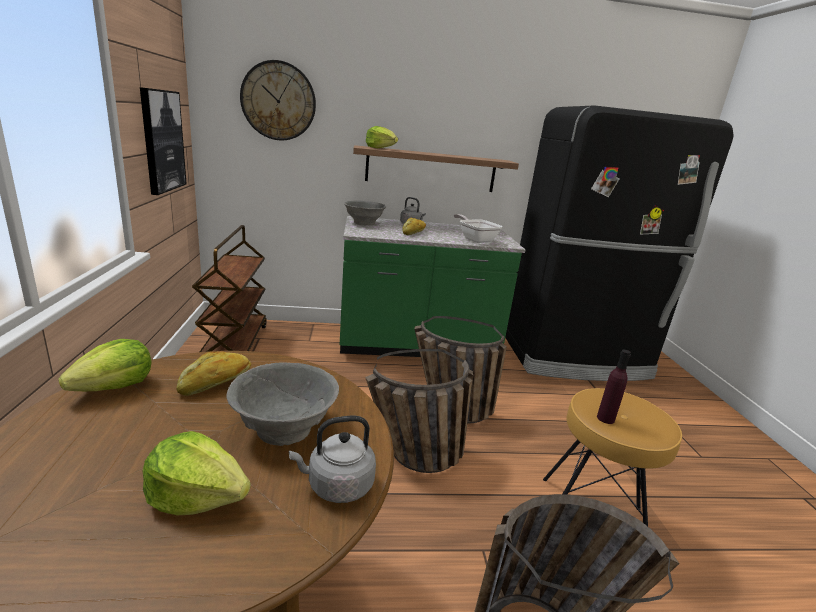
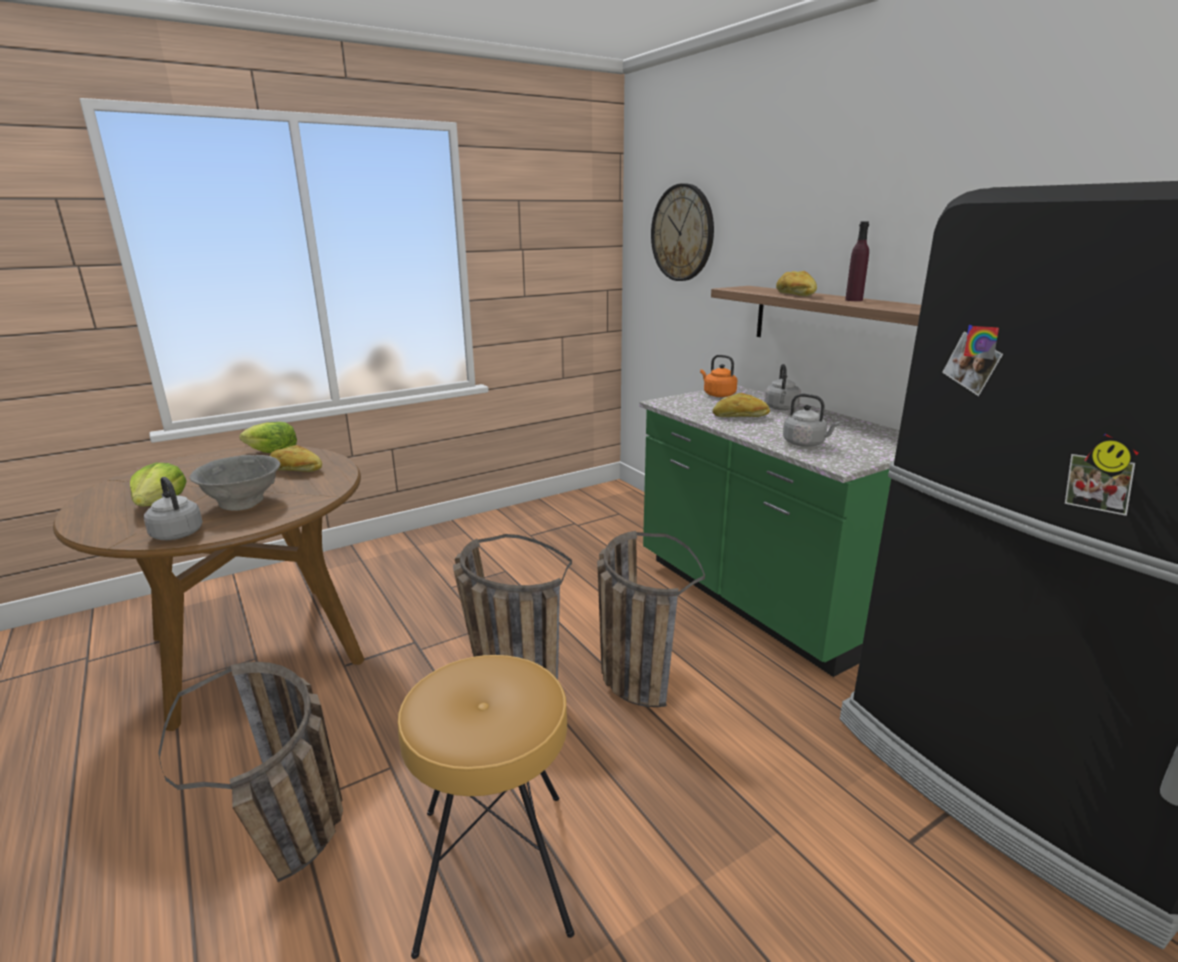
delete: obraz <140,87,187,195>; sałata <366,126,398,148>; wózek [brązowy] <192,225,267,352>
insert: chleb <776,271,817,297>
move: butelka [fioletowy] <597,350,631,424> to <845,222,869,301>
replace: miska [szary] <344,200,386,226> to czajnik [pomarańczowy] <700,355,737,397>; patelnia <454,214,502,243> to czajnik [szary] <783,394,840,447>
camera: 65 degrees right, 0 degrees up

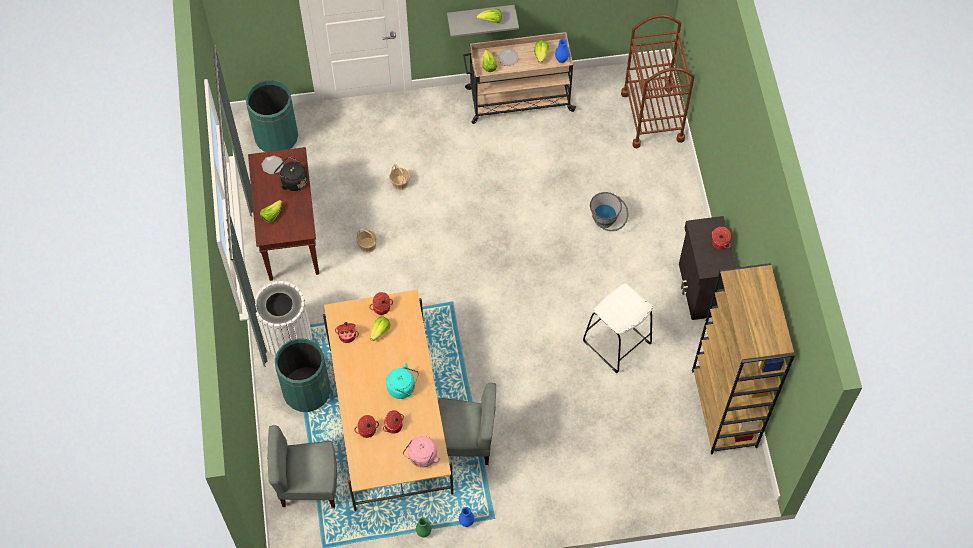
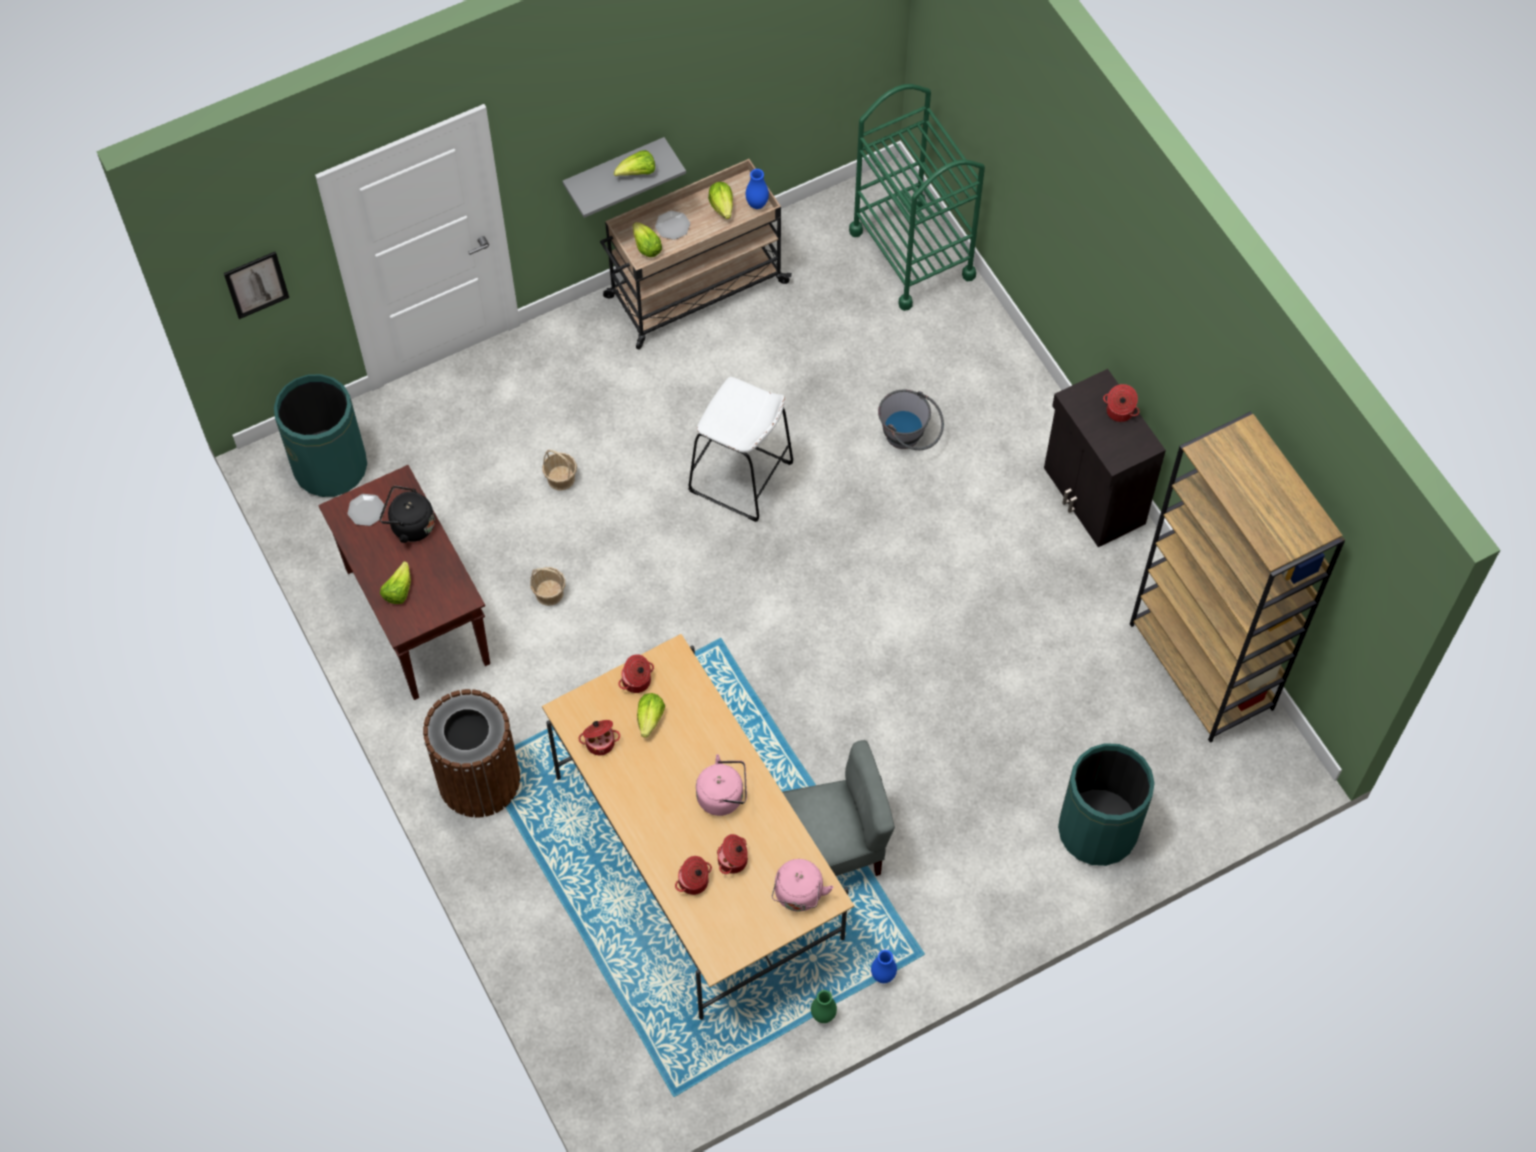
delete: krzesło [szary] <267,425,337,508>
insert: obraz <224,252,289,319>
move: stołek [biały] <583,283,653,373> to <689,377,793,522>; kosz na śmieci [zielony] <275,338,330,412> to <1058,743,1155,866>
recolor: wózek [brązowy] <621,14,695,148> to wózek [zielony] <849,84,985,311>; kosz na śmieci [biały] <255,281,312,356> to kosz na śmieci [brązowy] <423,689,520,818>; czajnik [turkusowy] <386,363,419,399> to czajnik [różowy] <696,754,747,816>
camera: 20 degrees left, 0 degrees up

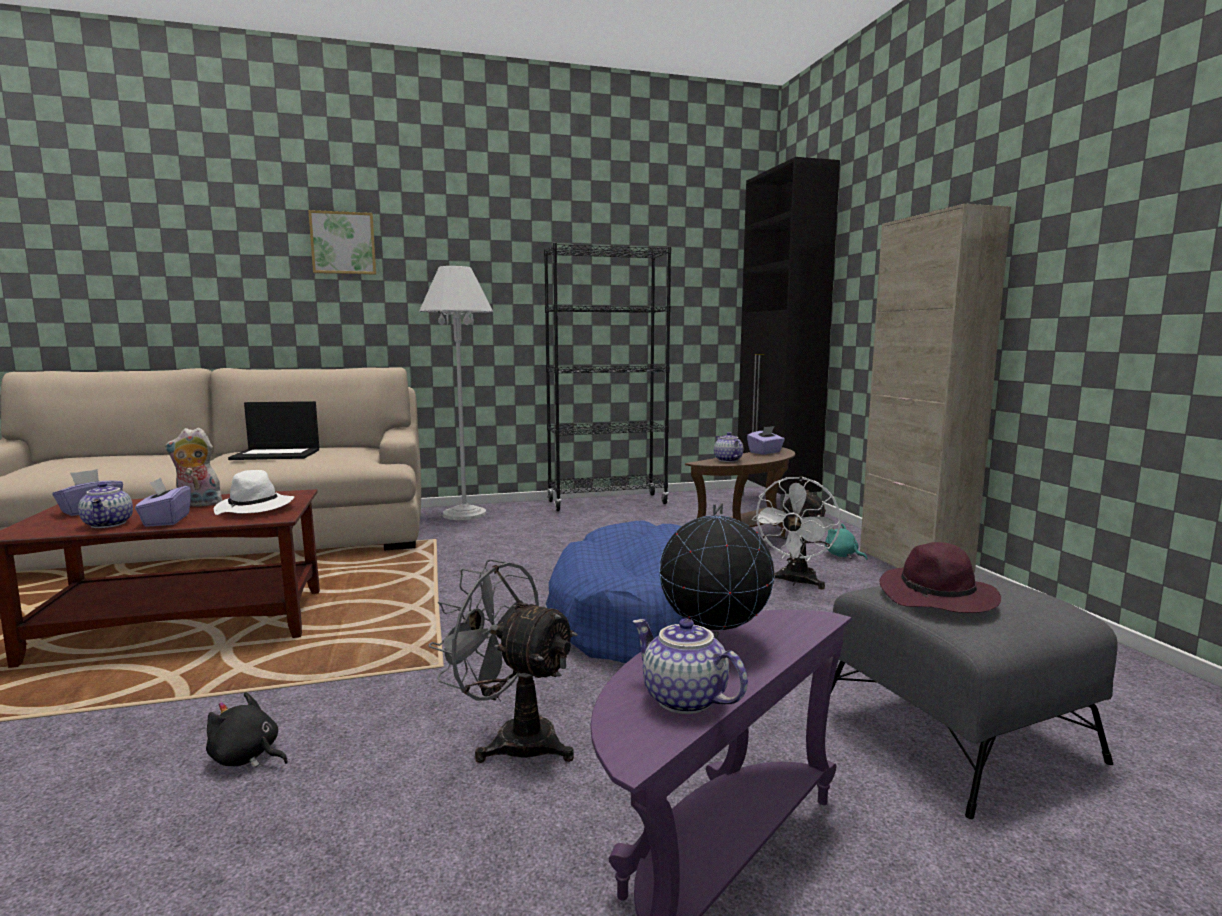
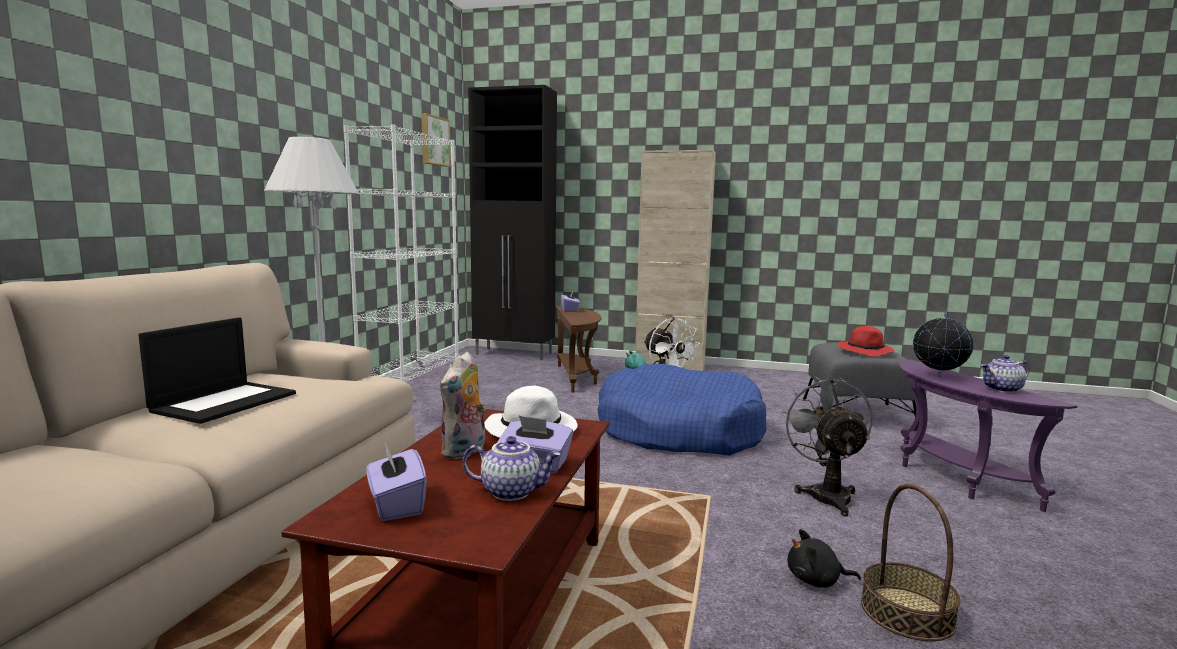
delete: imbryk <714,432,743,462>
insert: koszyk <861,484,960,642>
move: obraz <308,210,376,275> to <421,113,451,167>
recolor: regał [czarny] <544,243,672,511> to regał [biały] <344,125,459,382>; kapelusz [fioletowy] <879,542,1001,613> to kapelusz [czerwony] <838,326,895,357>
rotate: wentylator [szary] <429,559,577,763> = <781,376,873,516> 120 degrees clockwise; pluszak [czarny] <206,692,288,768> = <788,529,861,588> 45 degrees clockwise
camera: 60 degrees left, 0 degrees up

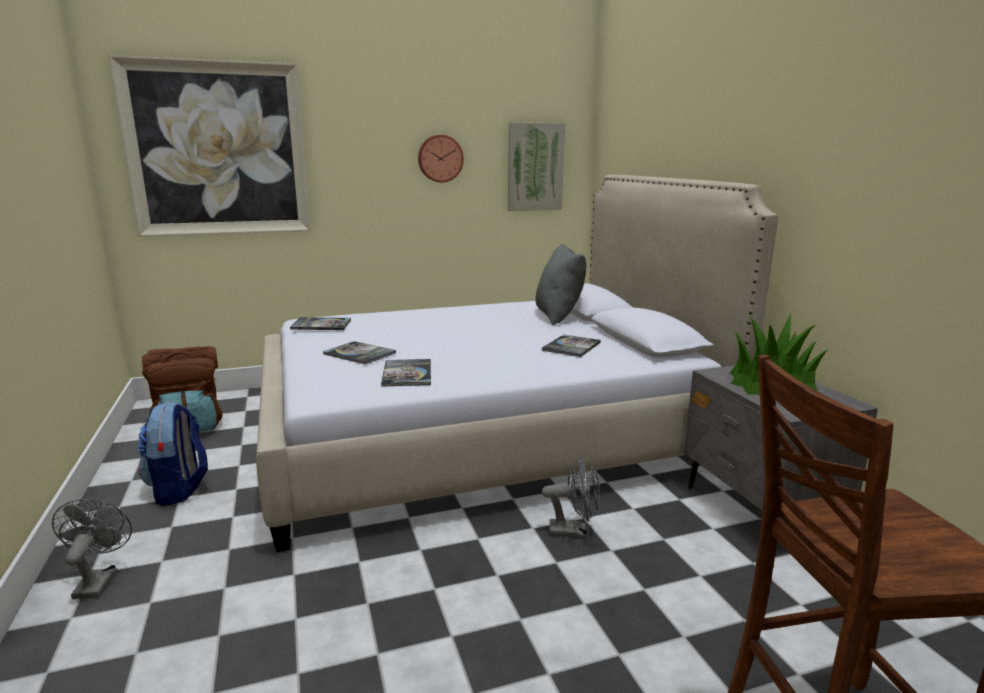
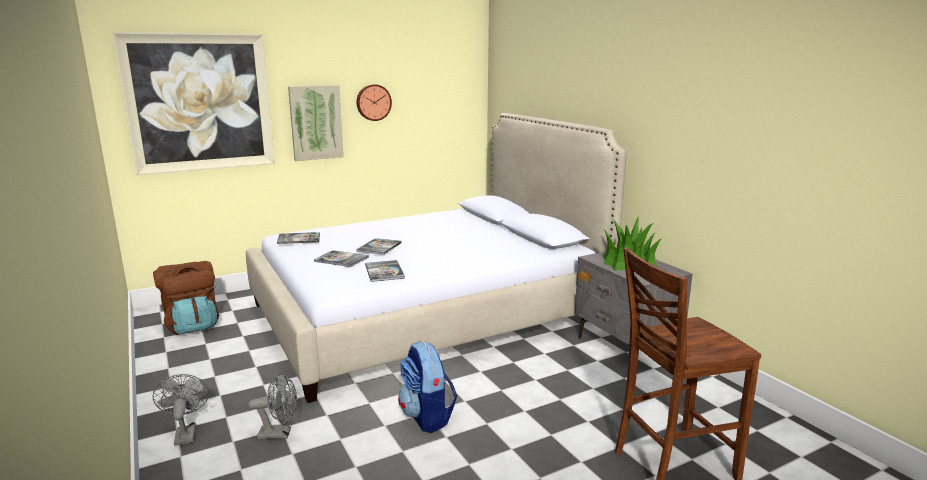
delete: poduszka [szary] <536,244,586,325>
move: obraz <508,122,565,211> to <288,85,344,161>; książka <542,334,601,357> to <356,238,402,255>; plecak <138,401,208,506> to <398,341,457,433>; wentylator [szary] <542,456,600,538> to <249,373,298,439>
camera: 10 degrees left, 0 degrees up

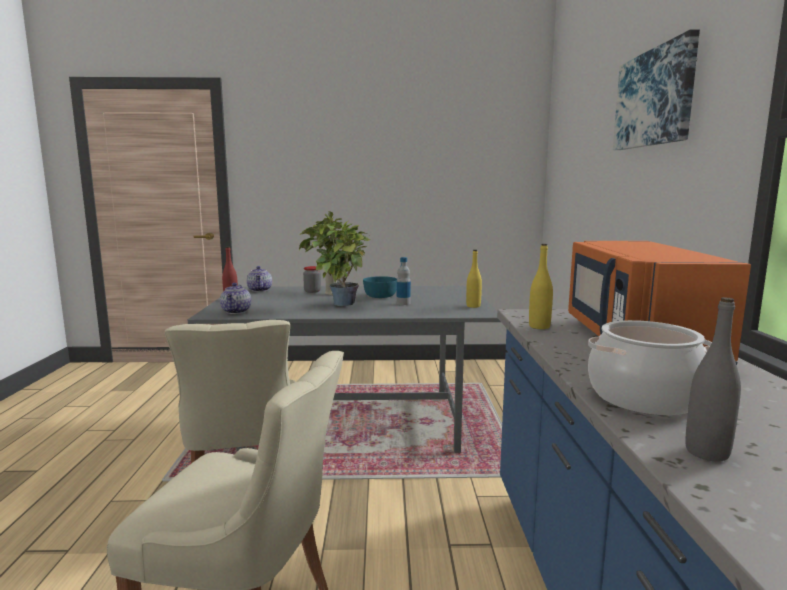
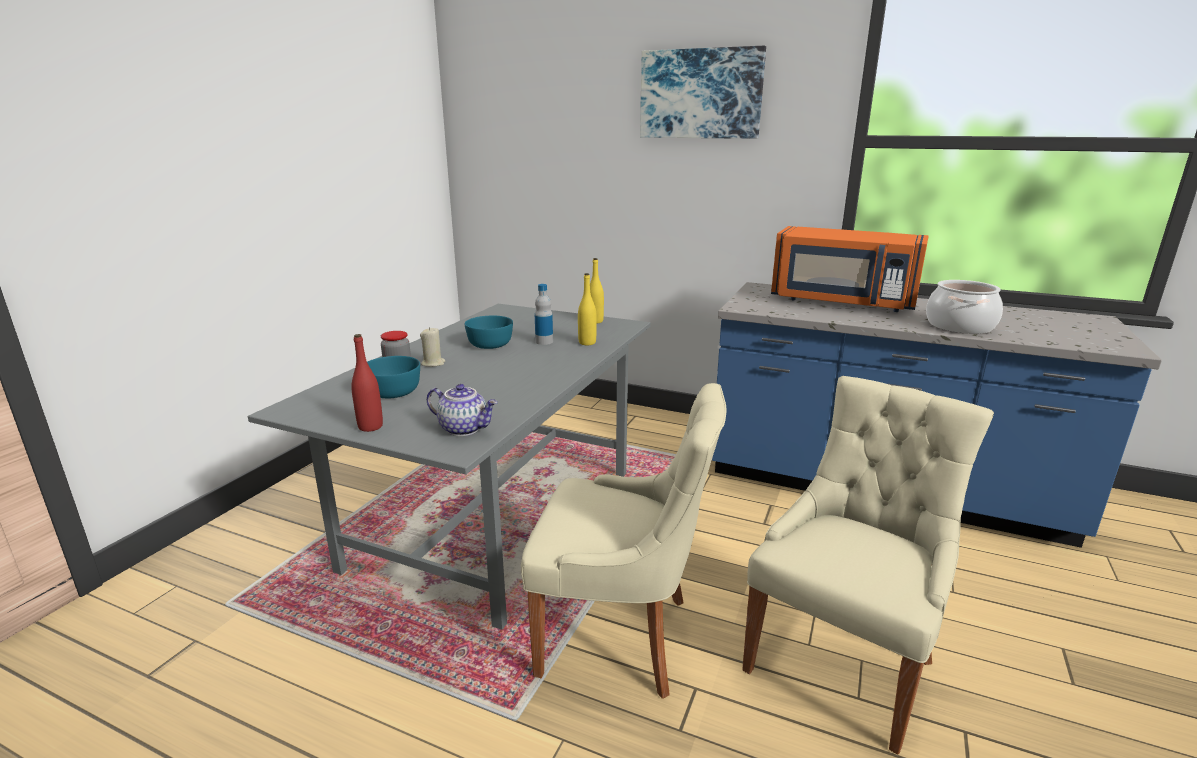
delete: roślina doniczkowa <299,211,370,306>; imbryk <247,266,272,292>; butelka [szary] <685,297,741,461>
insert: miska [turkusowy] <367,356,420,398>
move: butelka [żółty] <529,244,553,329> to <578,273,597,345>
camera: 65 degrees left, 10 degrees up

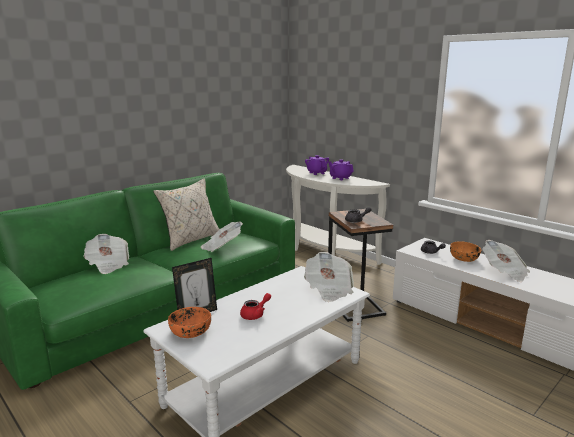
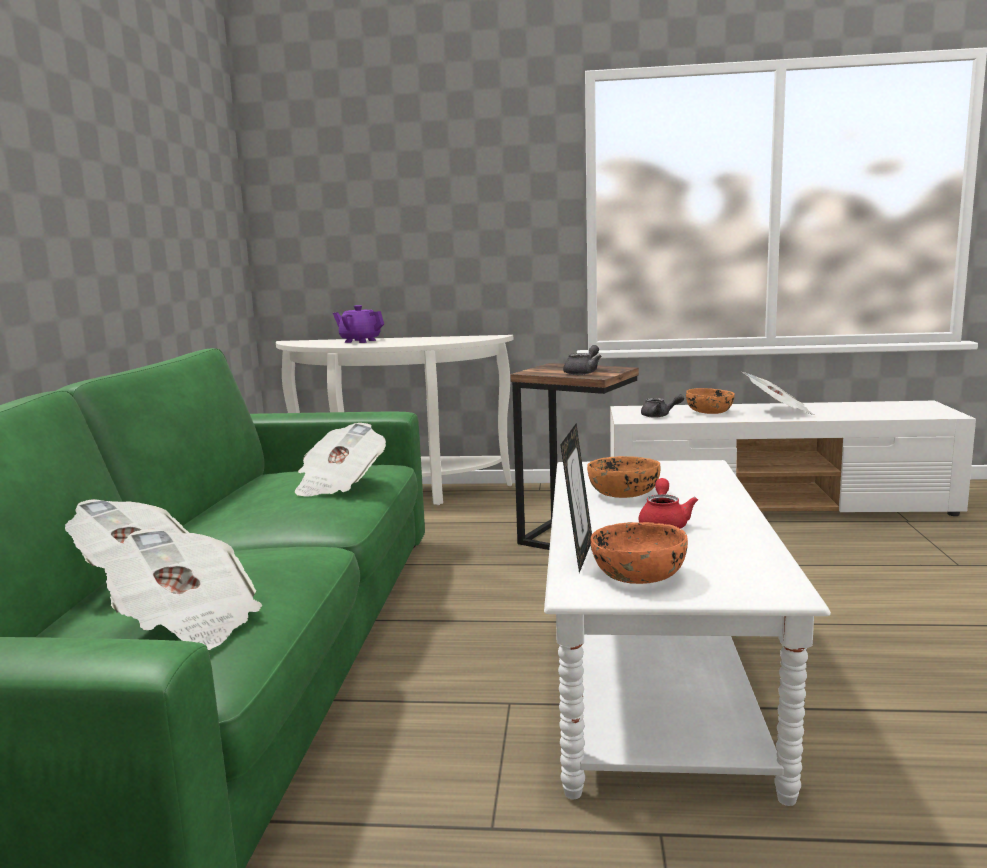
delete: imbryk [fioletowy] <328,159,354,180>; poduszka [beżowy] <153,178,219,251>
insert: miska [pomarańczowy] <587,456,660,498>
move: gazeta <304,252,354,302> to <103,528,262,650>
camera: 40 degrees left, 5 degrees down

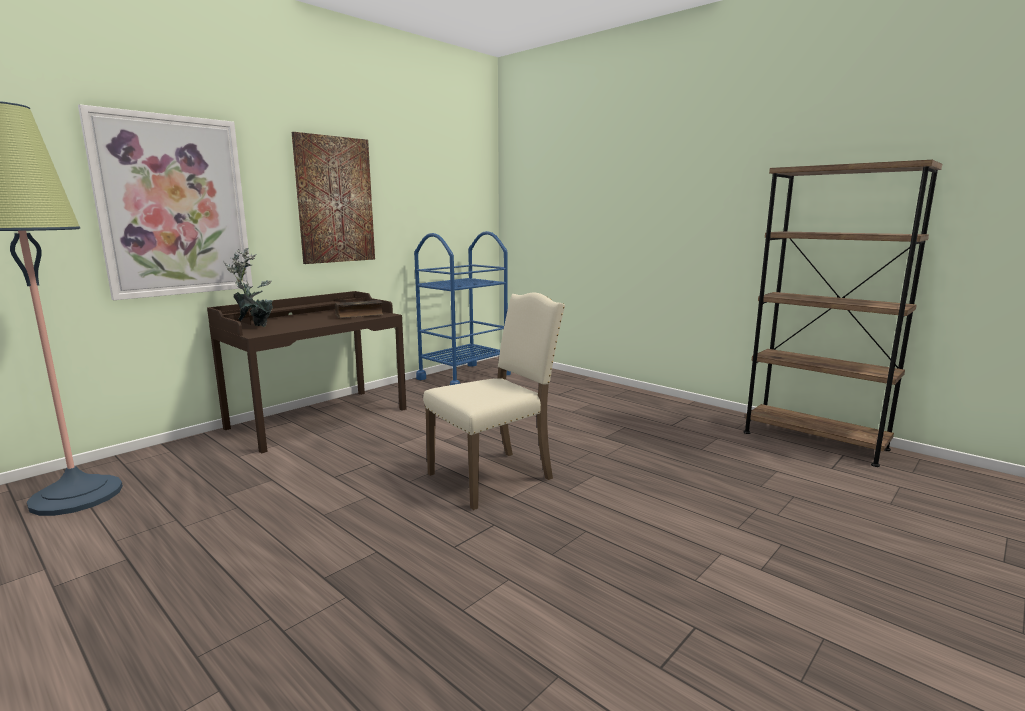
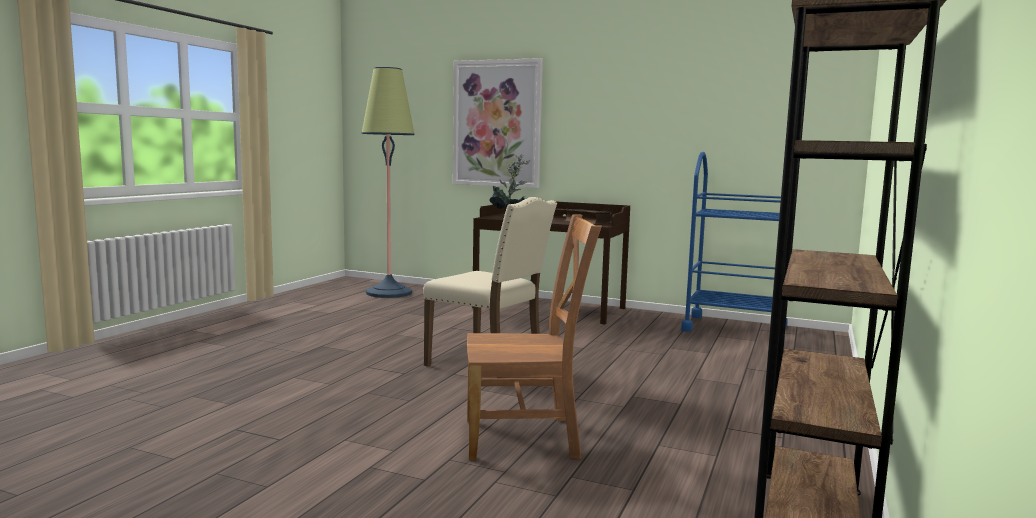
delete: obraz <292,132,375,264>
insert: krzesło [brązowy] <467,214,602,460>
camera: 70 degrees right, 5 degrees down

